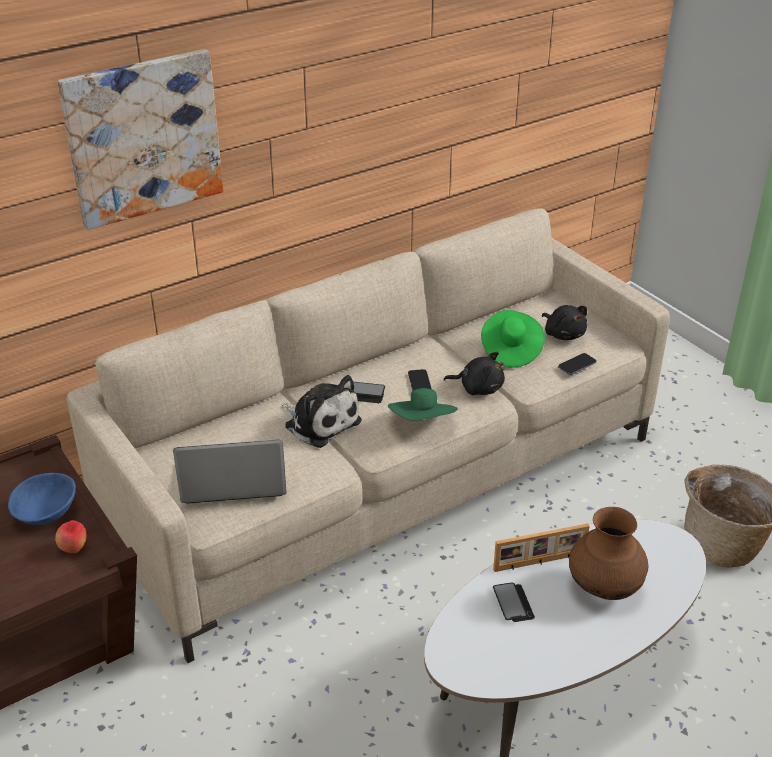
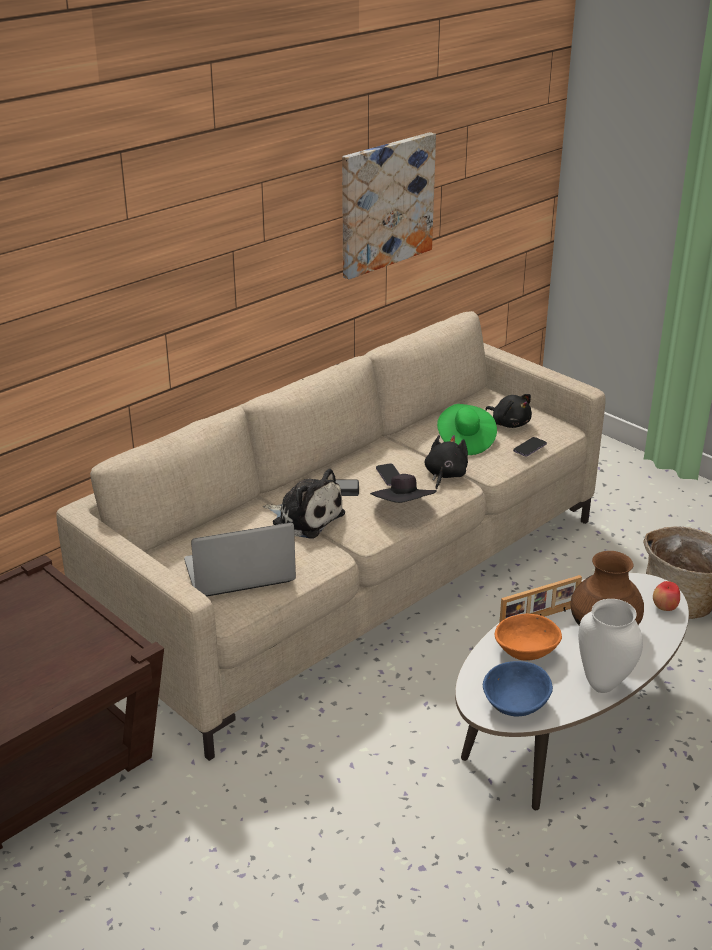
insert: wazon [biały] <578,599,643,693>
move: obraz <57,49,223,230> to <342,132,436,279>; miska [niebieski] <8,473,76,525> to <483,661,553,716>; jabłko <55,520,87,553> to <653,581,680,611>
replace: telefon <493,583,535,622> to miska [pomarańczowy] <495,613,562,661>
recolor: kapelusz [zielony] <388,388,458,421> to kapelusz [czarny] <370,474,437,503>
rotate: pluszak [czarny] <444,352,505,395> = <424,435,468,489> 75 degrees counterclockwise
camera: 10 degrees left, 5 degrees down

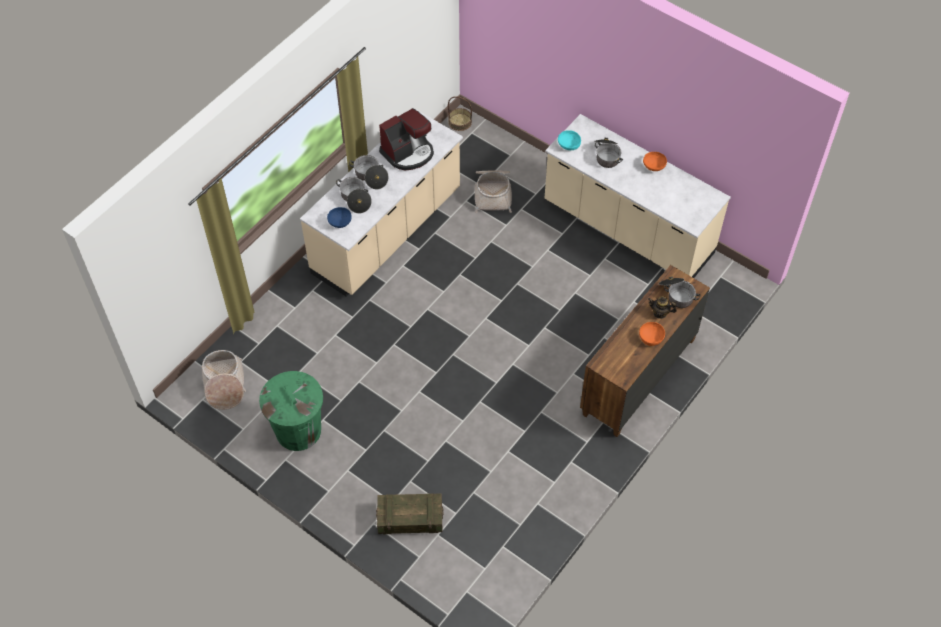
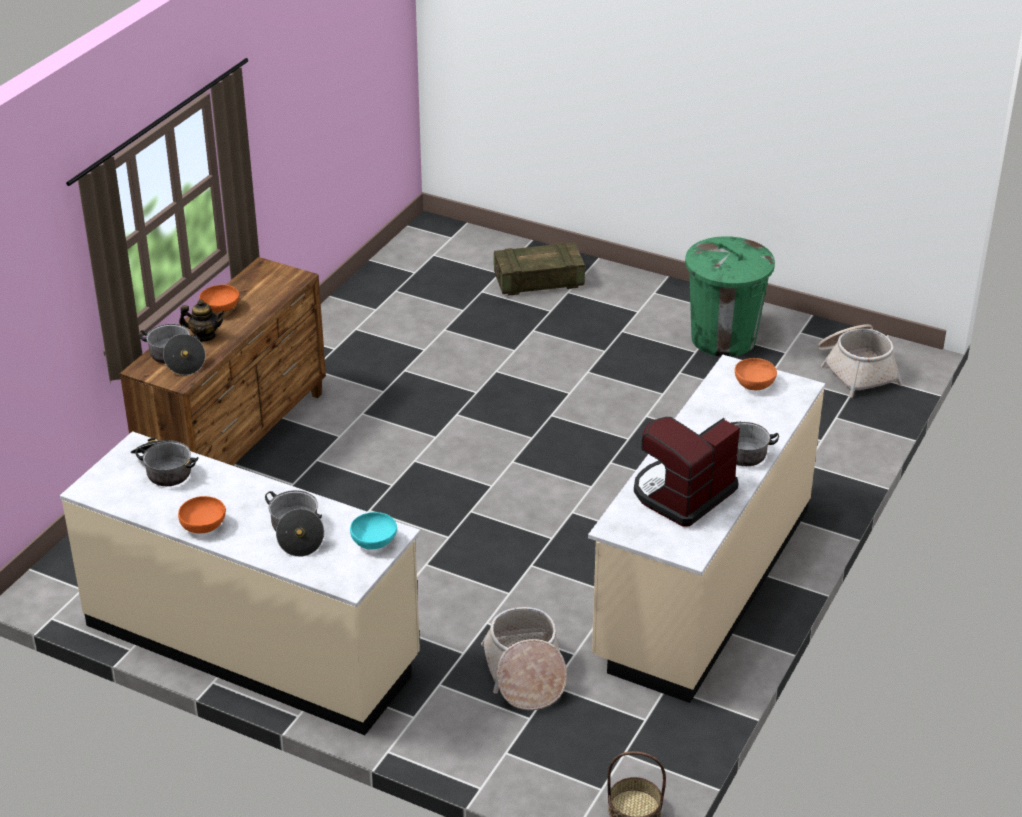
move: garnek <336,177,372,213> to <131,438,198,486>
recolor: miska [niebieski] <327,207,352,228> to miska [pomarańczowy] <735,358,777,390>
camera: 170 degrees right, 20 degrees down

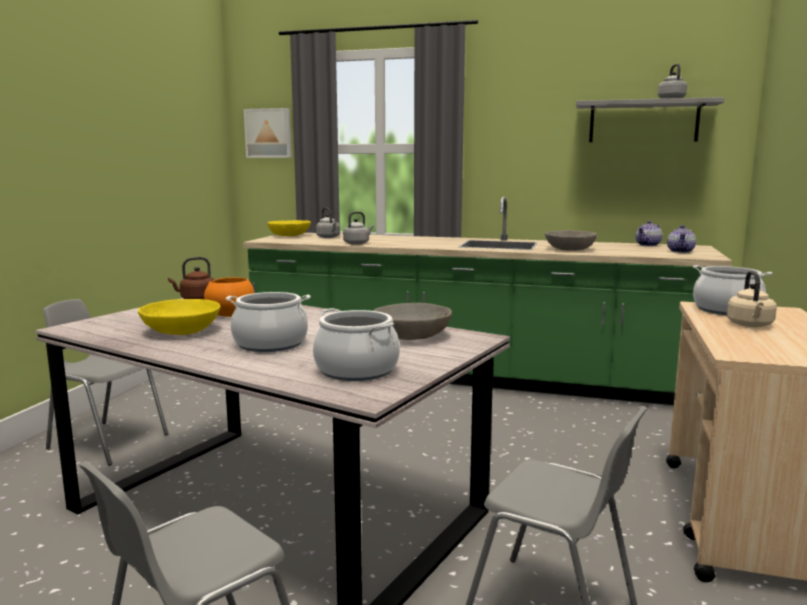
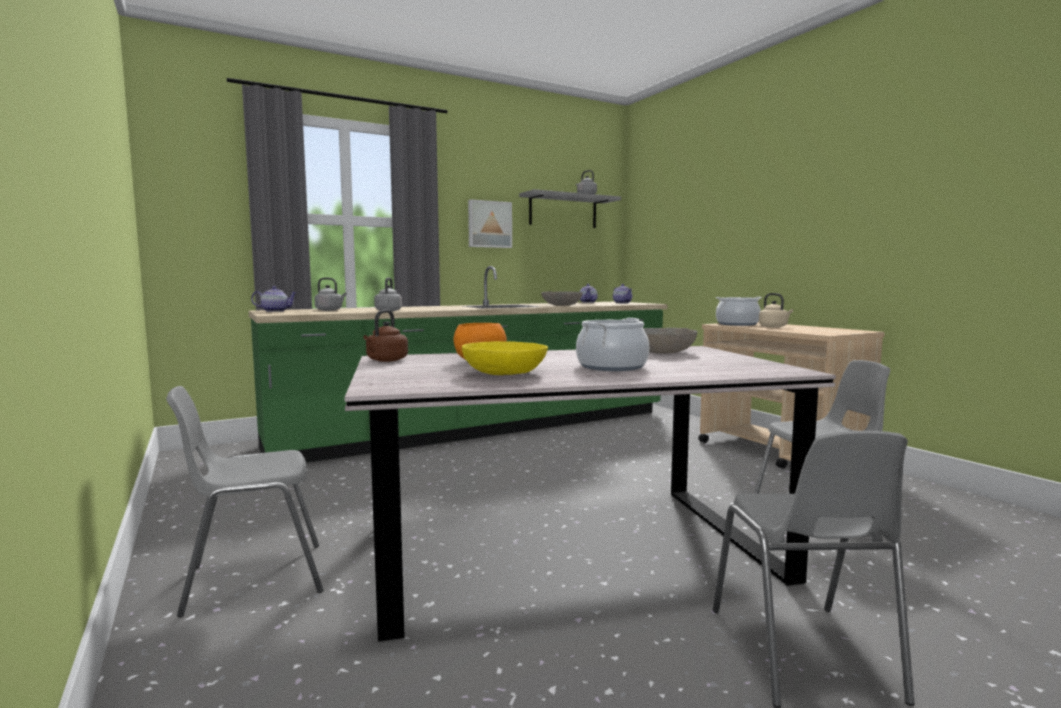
delete: garnek <313,308,400,381>
move: obraz <244,108,292,158> to <468,199,512,248>
replace: miska [żółty] <267,220,311,236> to imbryk <251,286,297,312>
camera: 45 degrees left, 5 degrees down

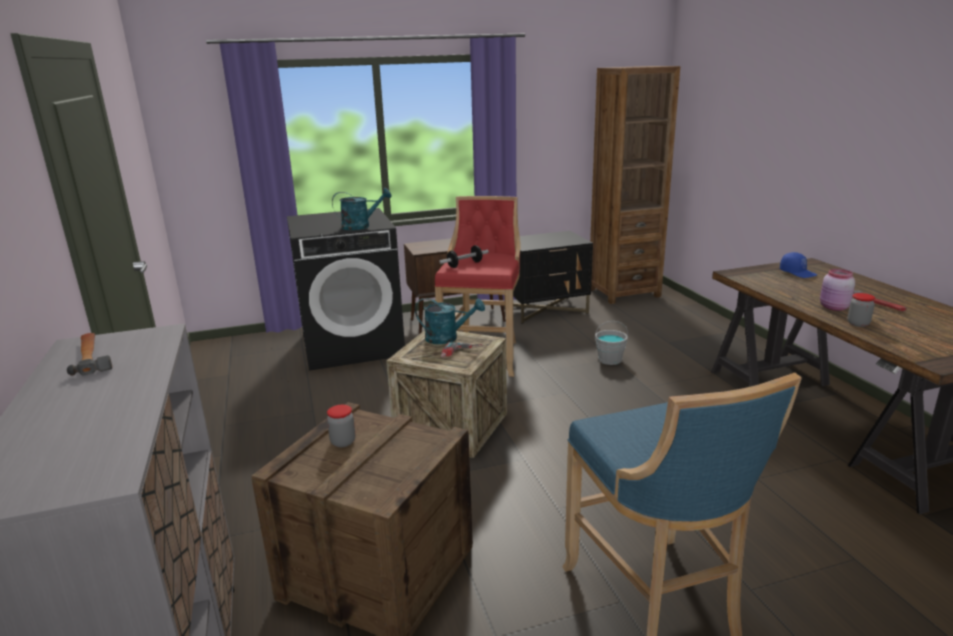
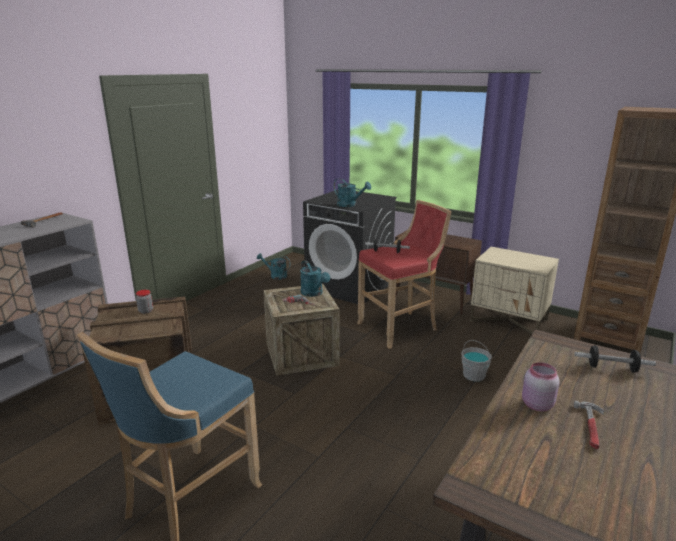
delete: słoik <847,293,875,327>
insert: konewka [turkusowy] <257,253,291,280>
replace: czapka z daszkiem [niebieski] <780,252,817,278> to hantel <574,345,656,373>
recolor: szafka nocna [czarny] <513,231,593,324> to szafka nocna [beżowy] <470,247,559,334>
camera: 50 degrees right, 0 degrees up

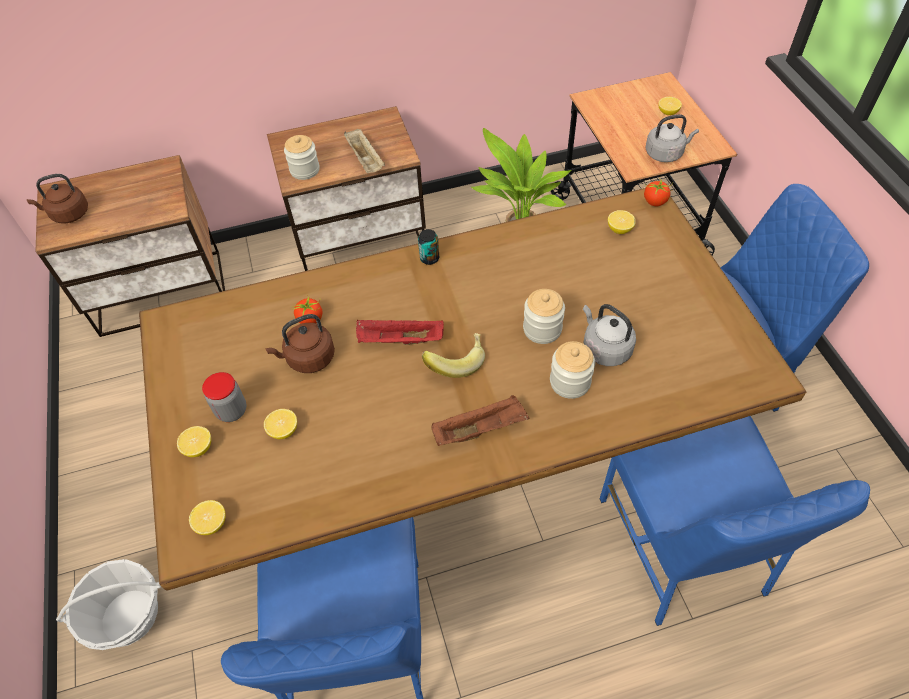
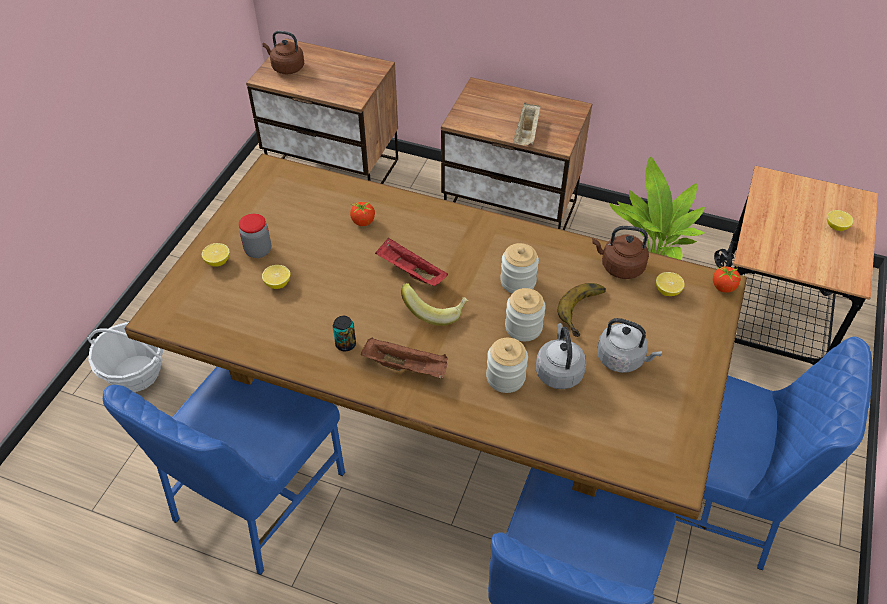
delete: cytryna <189,500,226,535>
insert: banan <558,283,606,337>
move: czajnik [szary] <645,114,699,162> to <597,318,662,373>; słoik <284,135,319,180> to <500,243,539,293>; puszka <418,229,439,265> to <333,316,356,351>; czajnik [brązowy] <265,314,335,373> to <592,226,649,279>
camera: 35 degrees right, 5 degrees down

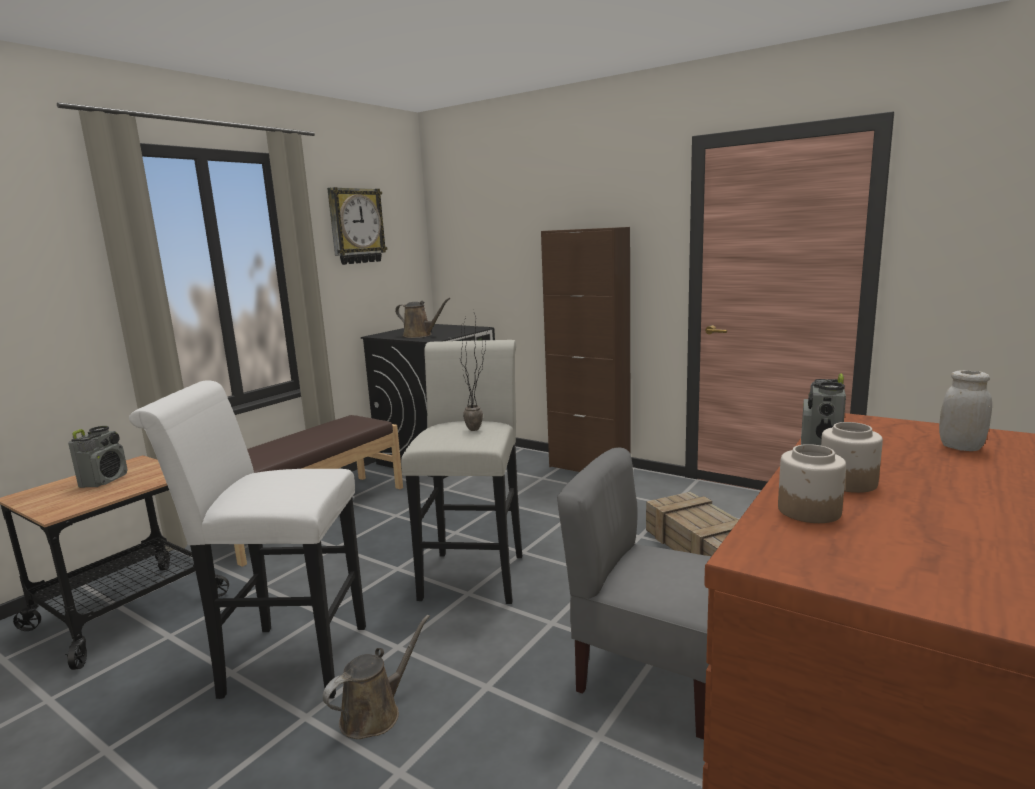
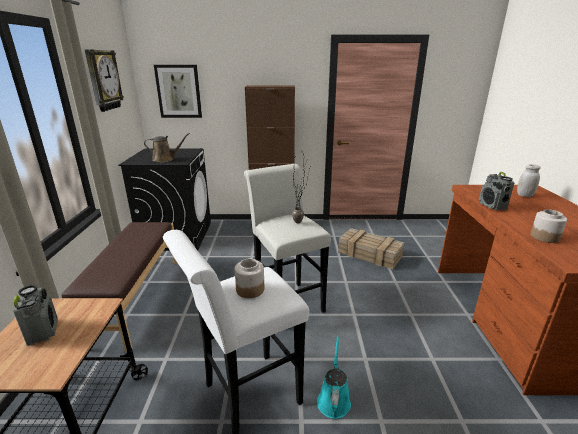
delete: krzesło [szary] <557,448,712,739>
insert: obraz <154,65,202,118>
move: słoik <821,422,883,493> to <234,259,265,298>
recolor: konewka [brązowy] <322,615,430,739> to konewka [turkusowy] <317,335,351,419>
camera: 35 degrees left, 10 degrees up

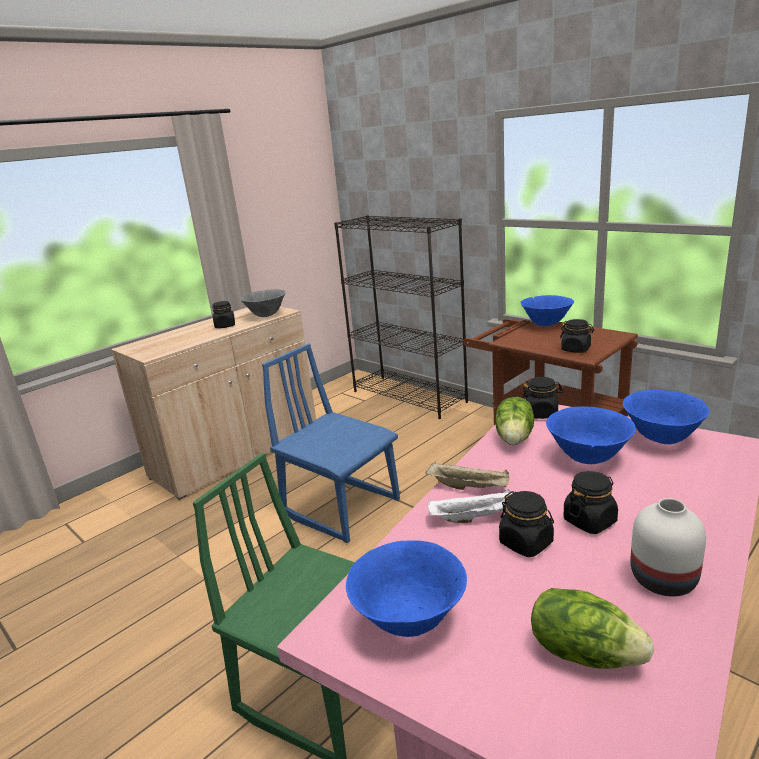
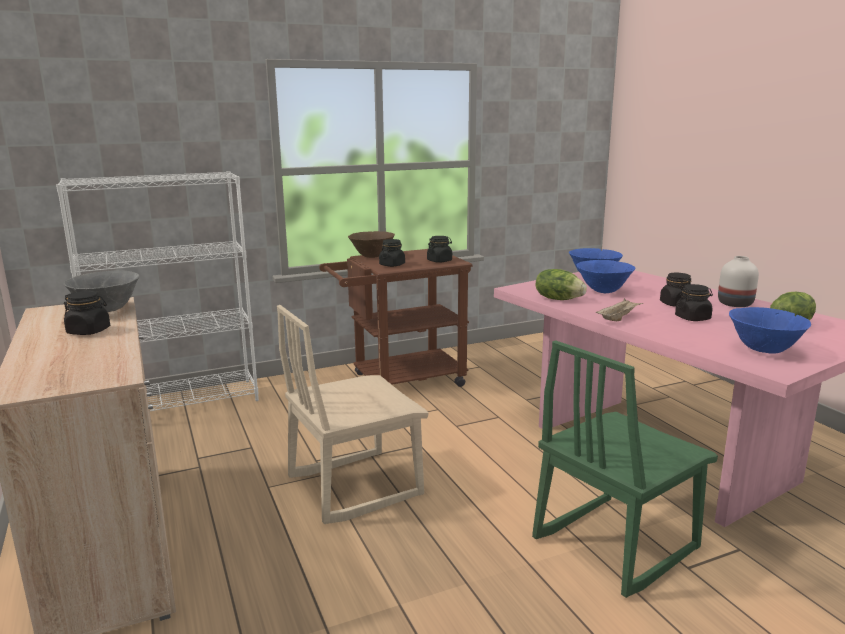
delete: taca [biały] <428,489,512,523>
move: słoik [czarny] <522,377,563,419> to <379,239,405,267>
recolor: regał [czarny] <334,215,468,419> to regał [biały] <56,171,259,411>; miska [niebieski] <520,295,574,326> to miska [brązowy] <348,231,395,258>; krzesło [niebieski] <262,344,400,543> to krzesło [beżowy] <277,305,428,524>
camera: 70 degrees left, 5 degrees down

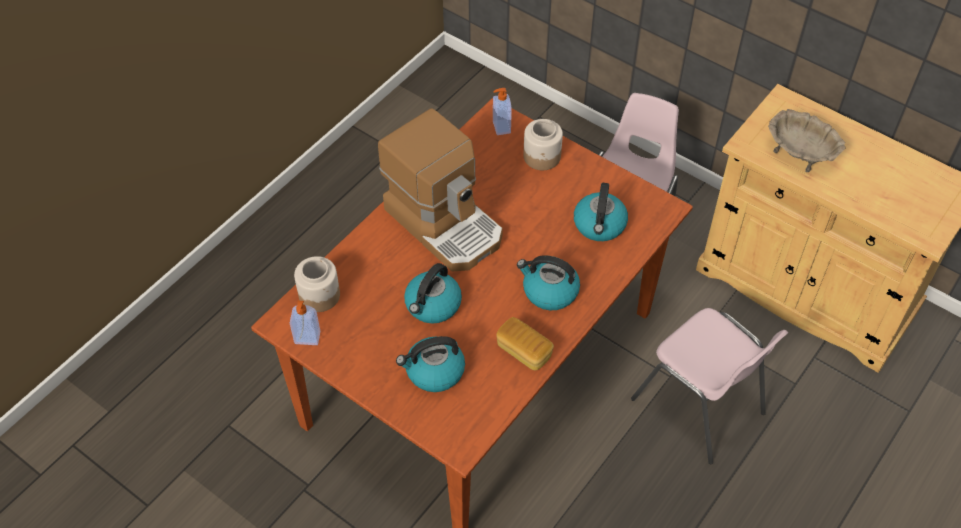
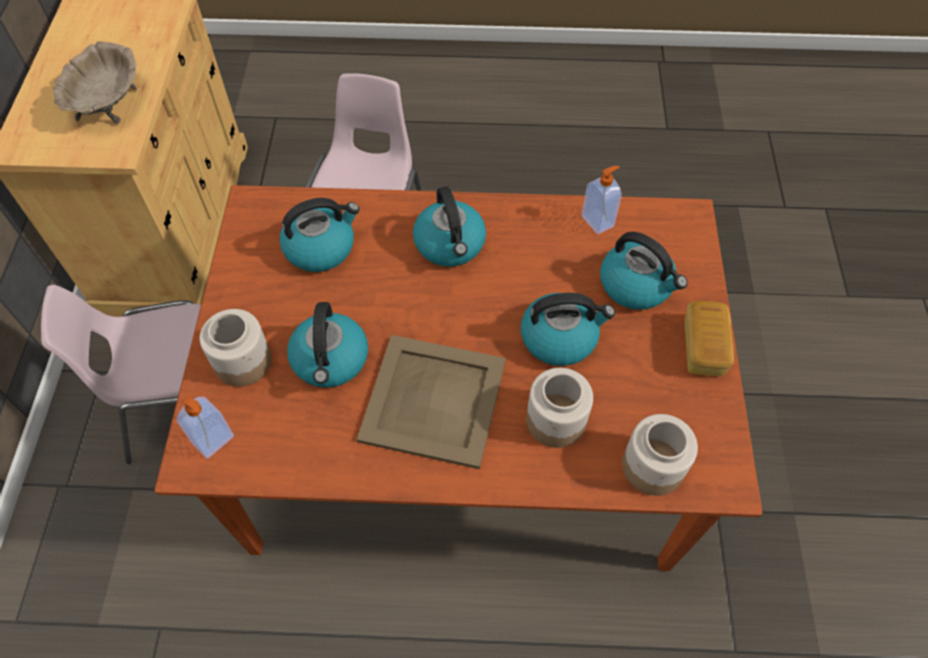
insert: czajnik <287,302,368,388>; słoik <526,368,593,448>
move: dozownik mydła <290,301,320,345> to <582,166,622,234>; chleb <496,317,554,371> to <685,301,734,376>
replace: ekspres do kawy <378,108,503,271> to taca [beżowy] <357,335,506,469>
camera: 125 degrees left, 5 degrees up

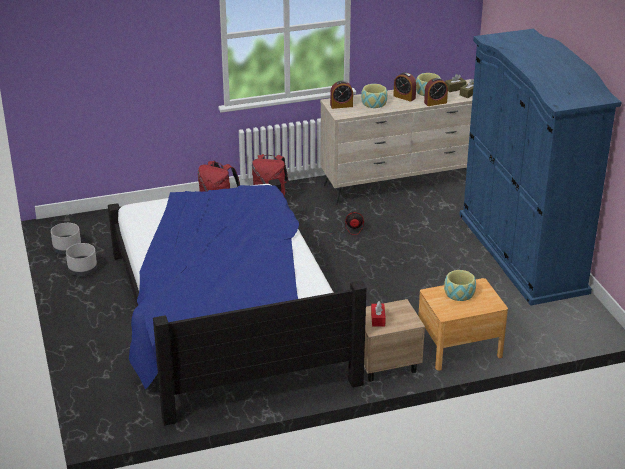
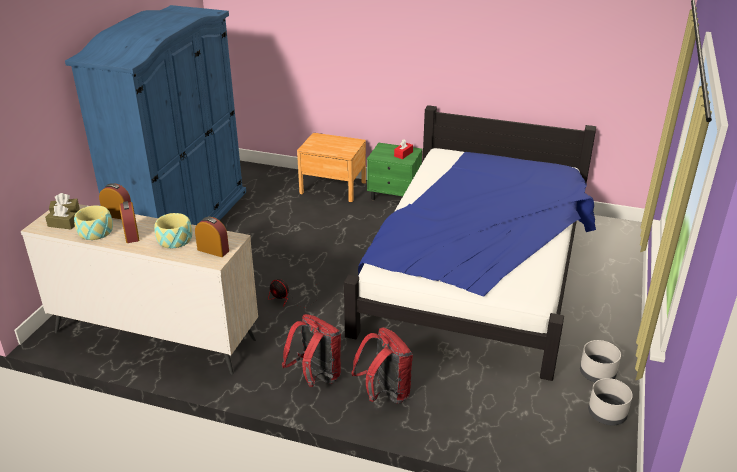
delete: miska <444,270,476,301>
recolor: szafka nocna [beżowy] <364,299,425,382> to szafka nocna [zielony] <367,143,423,200>
camera: 145 degrees left, 0 degrees up

